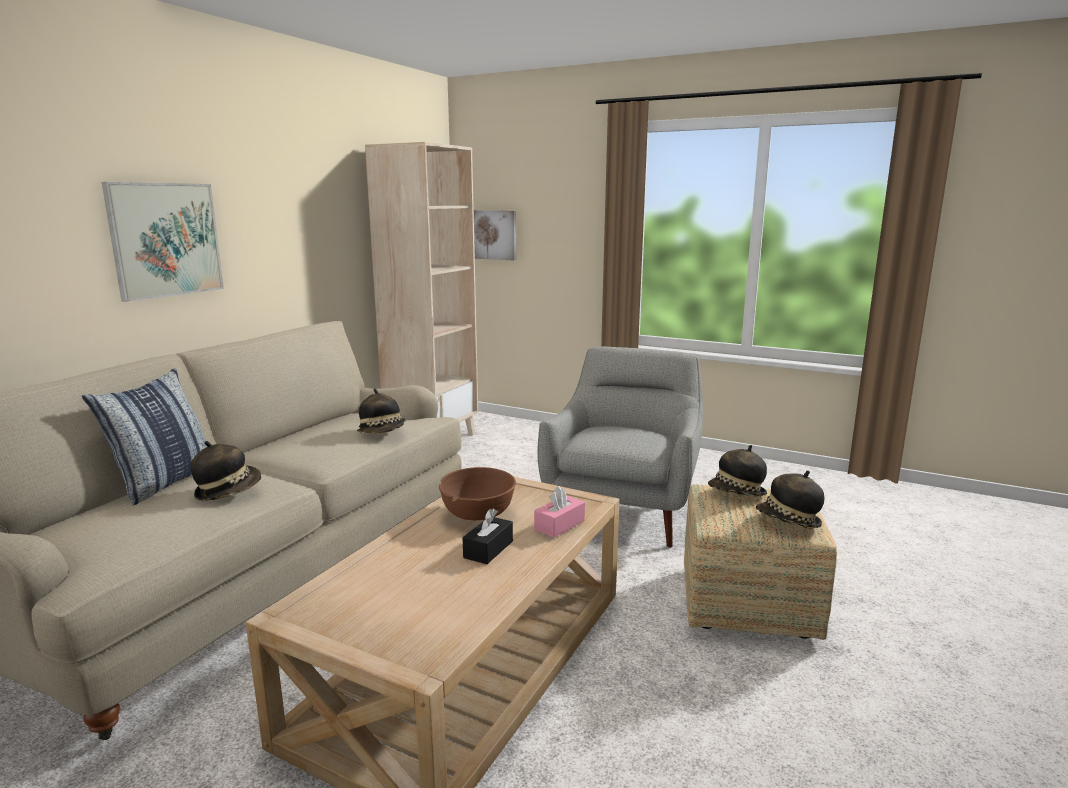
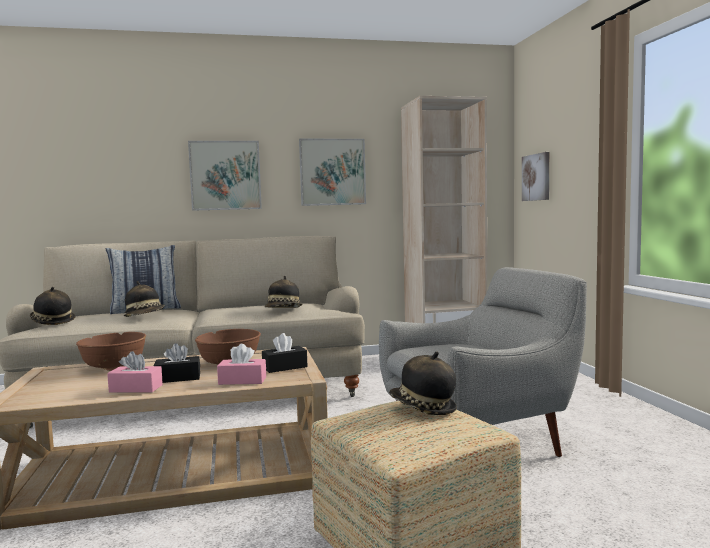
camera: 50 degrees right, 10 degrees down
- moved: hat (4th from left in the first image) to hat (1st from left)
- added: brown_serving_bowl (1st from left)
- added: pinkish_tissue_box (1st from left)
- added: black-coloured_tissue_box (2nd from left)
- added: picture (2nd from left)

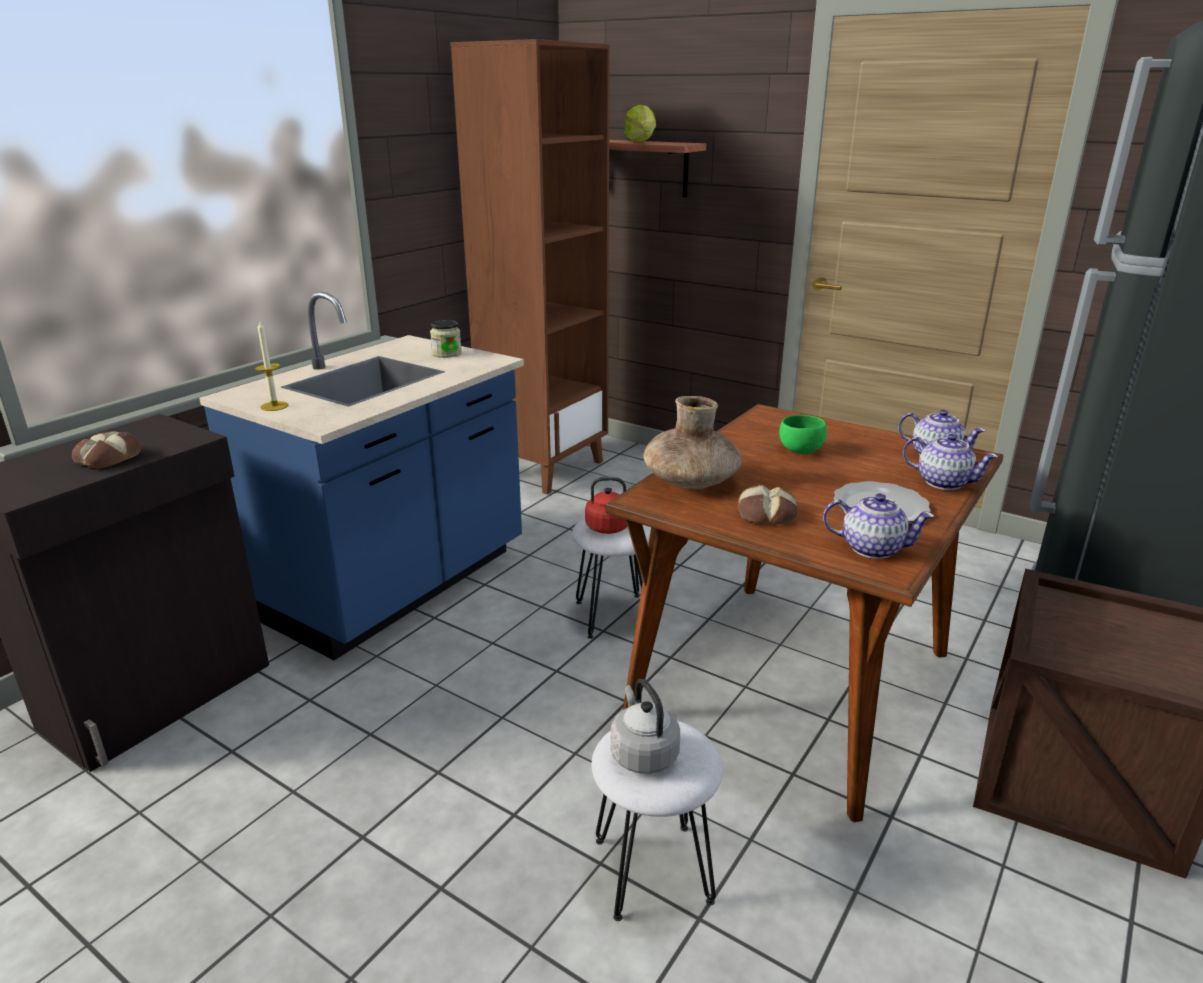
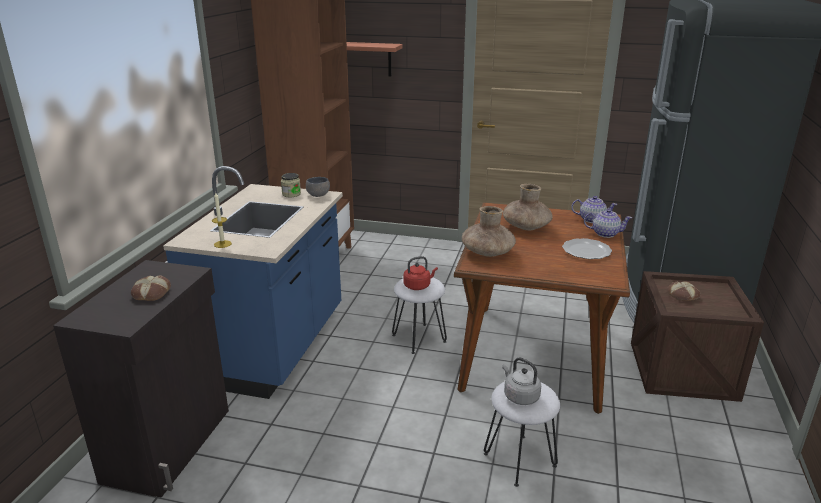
camera: 20 degrees left, 0 degrees up
- removed: lettuce_head
- moved: bread (2nd from left)
- replaced: green-coloured_serving_bowl to brown_flower_vase (2nd from left)
- removed: tea_pot (1st from left)
- added: greyish_serving_bowl

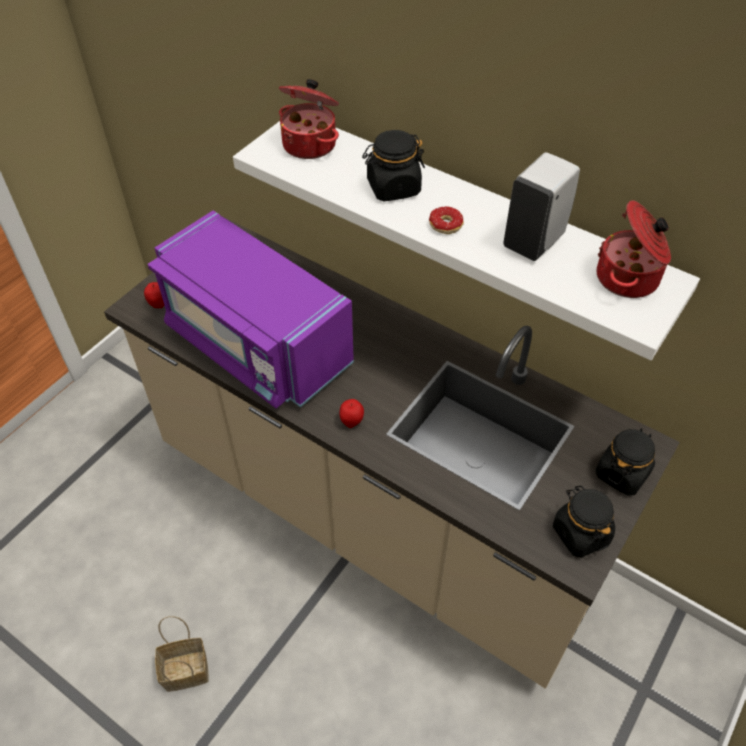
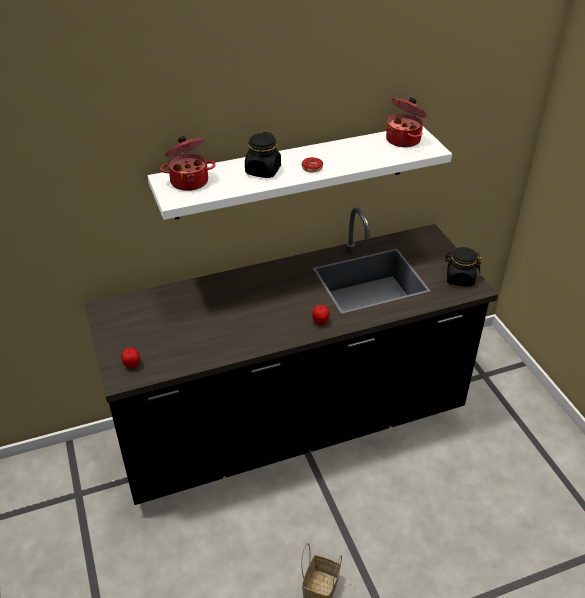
camera: 55 degrees left, 10 degrees down
- recoloured: beige-coloured_kitchen_base_unit to black-coloured_kitchen_base_unit
- removed: purple-coloured_microwave
- removed: whitish_soap_dispenser
- removed: black-coloured_storage_jar (3rd from left)

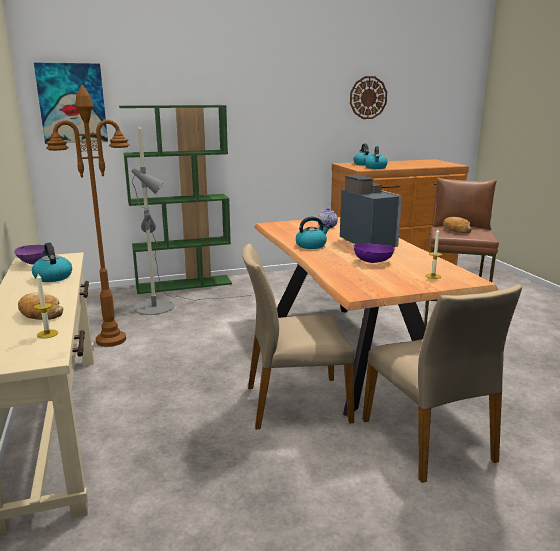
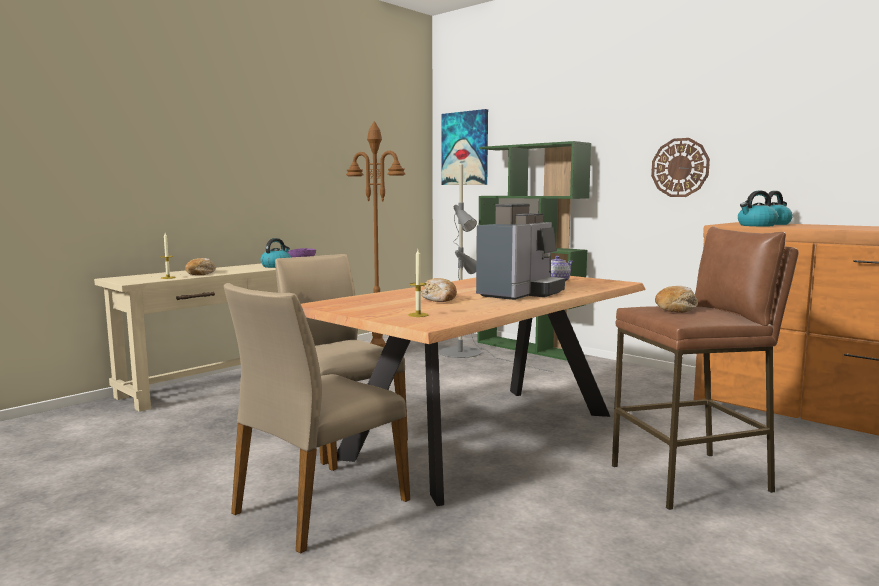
camera: 60 degrees right, 10 degrees down
- removed: tea_kettle (2nd from left)
- moved: hanging_clock
- replaced: purple-coloured_serving_bowl (2nd from left) to bread (2nd from left)

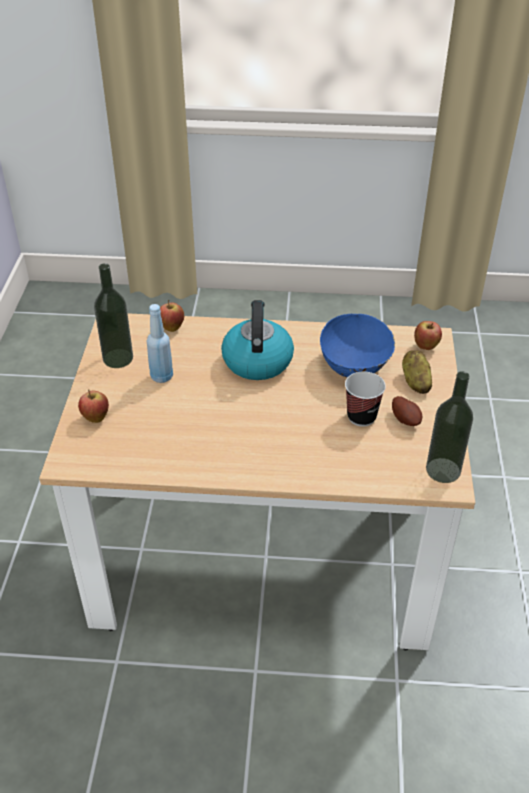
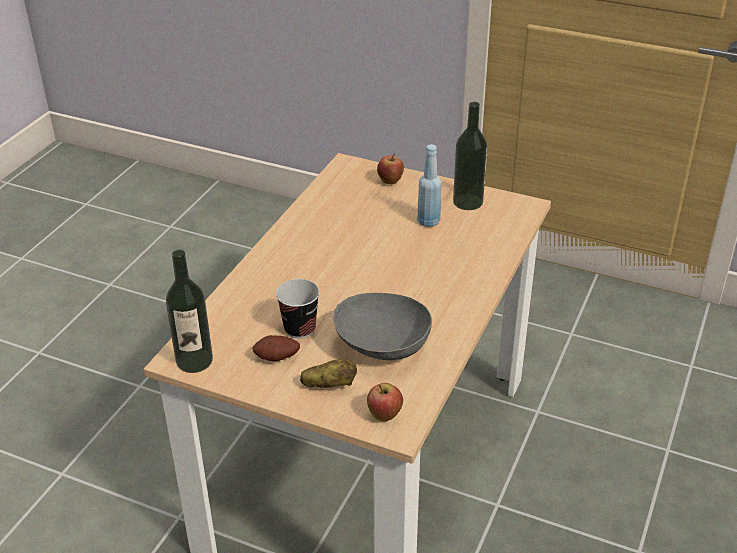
camera: 110 degrees right, 5 degrees down
- removed: apple (2nd from left)
- removed: tea_kettle
- recoloured: blue-coloured_serving_bowl to greyish_serving_bowl

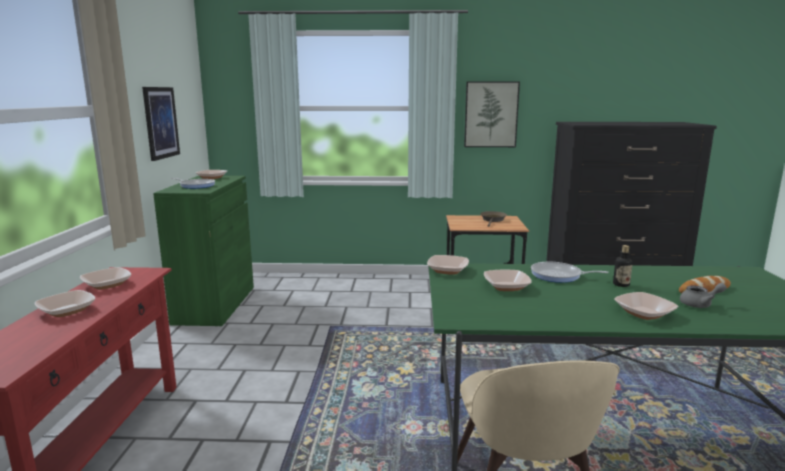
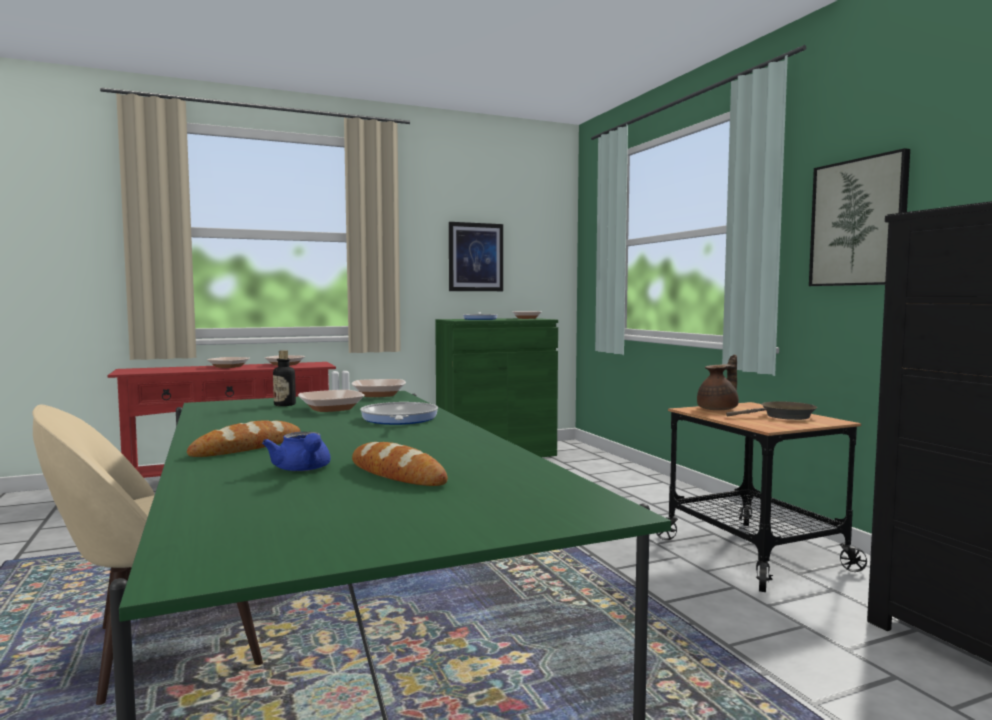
camera: 65 degrees right, 10 degrees down
- moved: beverage_bottle
- replaced: serving_bowl (6th from left) to bread (1st from left)
- recoloured: greyish_tea_pot to blue-coloured_tea_pot
- added: brown_tea_pot

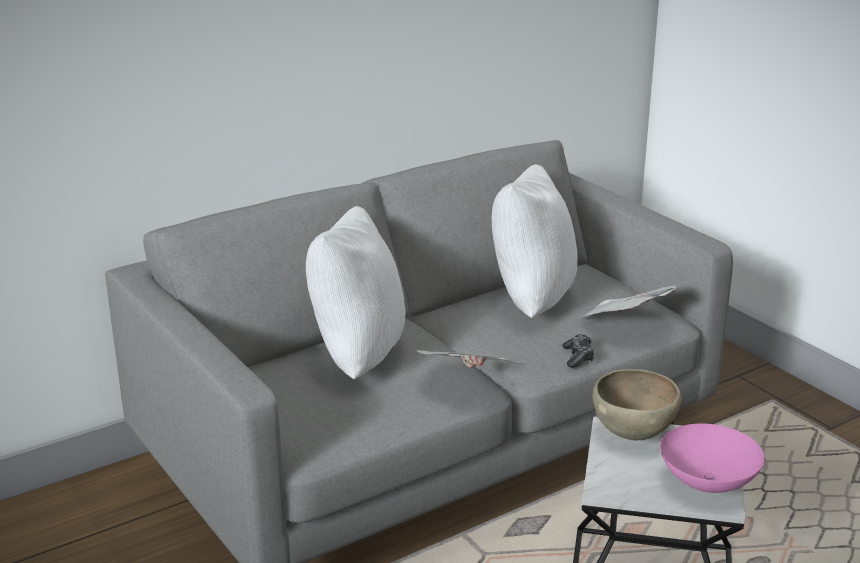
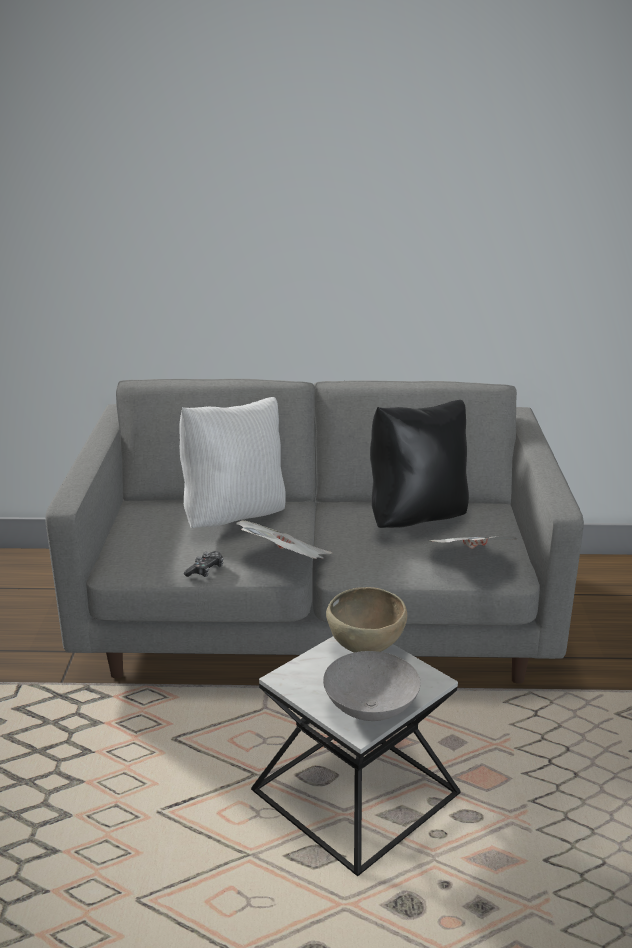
camera: 35 degrees right, 0 degrees up
- recoloured: whitish_throw_pillow (2nd from left) to black-coloured_throw_pillow
- moved: joypad
- recoloured: pinkish_serving_bowl to greyish_serving_bowl

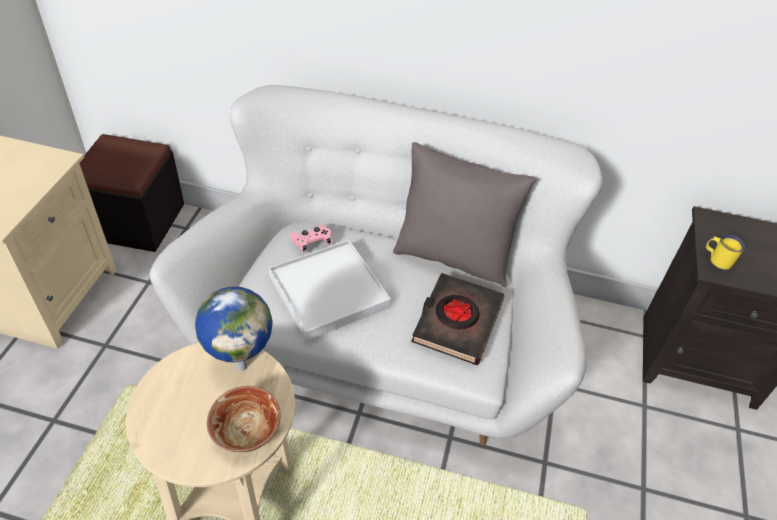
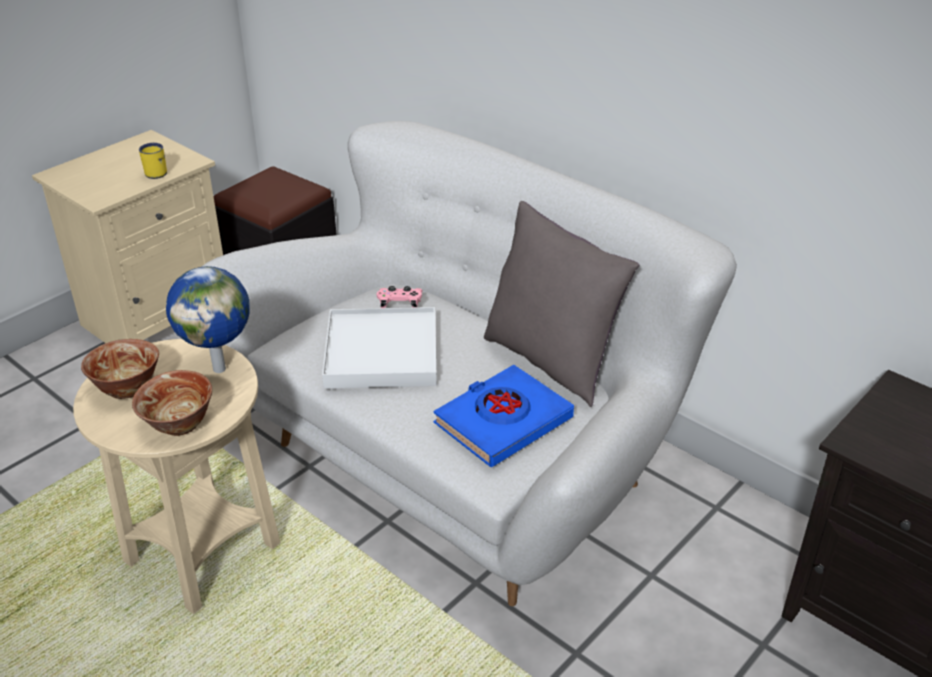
camera: 30 degrees right, 10 degrees down
- recoloured: black-coloured_book to blue-coloured_book
- moved: yellowish_coffee_mug
- added: serving_bowl (1st from left)

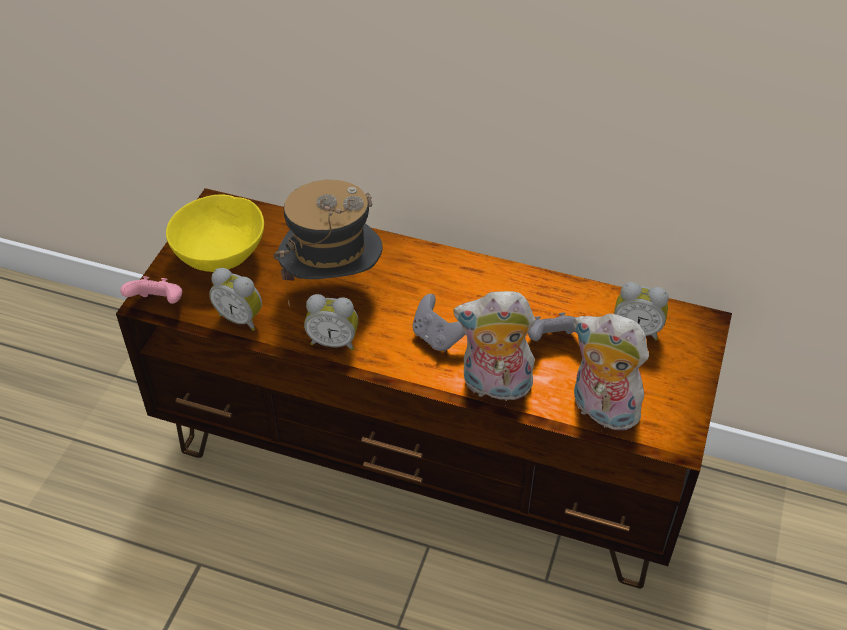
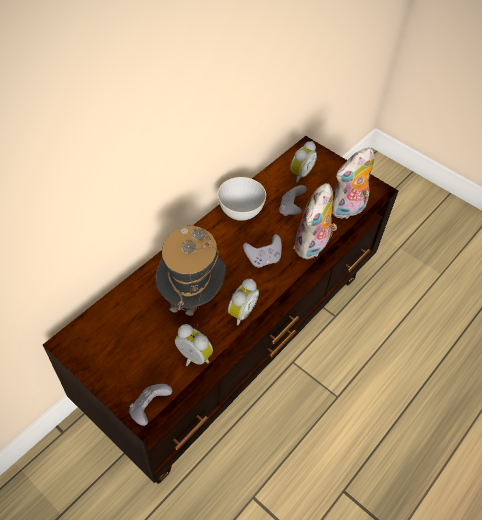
camera: 70 degrees left, 5 degrees up
- recoloured: pinkish_joypad to greyish_joypad (1st from left)
- removed: yellowish_serving_bowl
- turned: bedside_clock (1st from left) 105 degrees counterclockwise
- added: greyish_serving_bowl

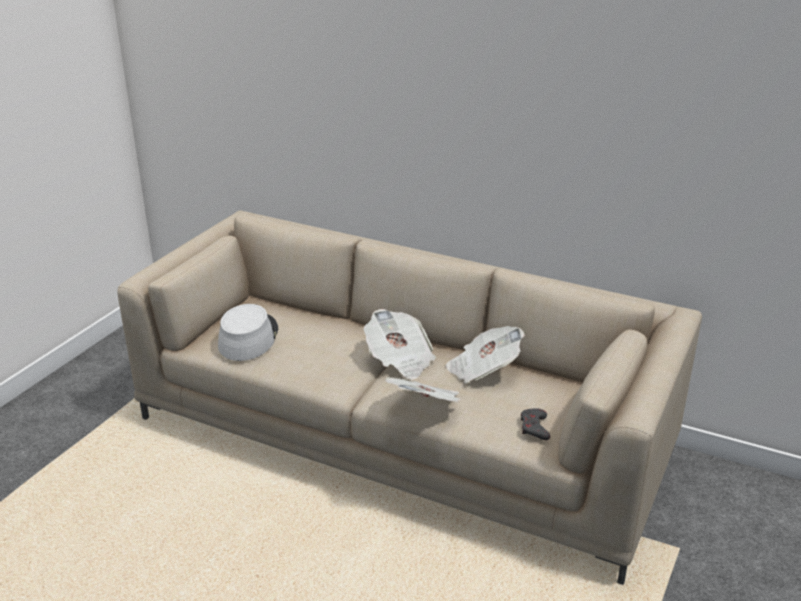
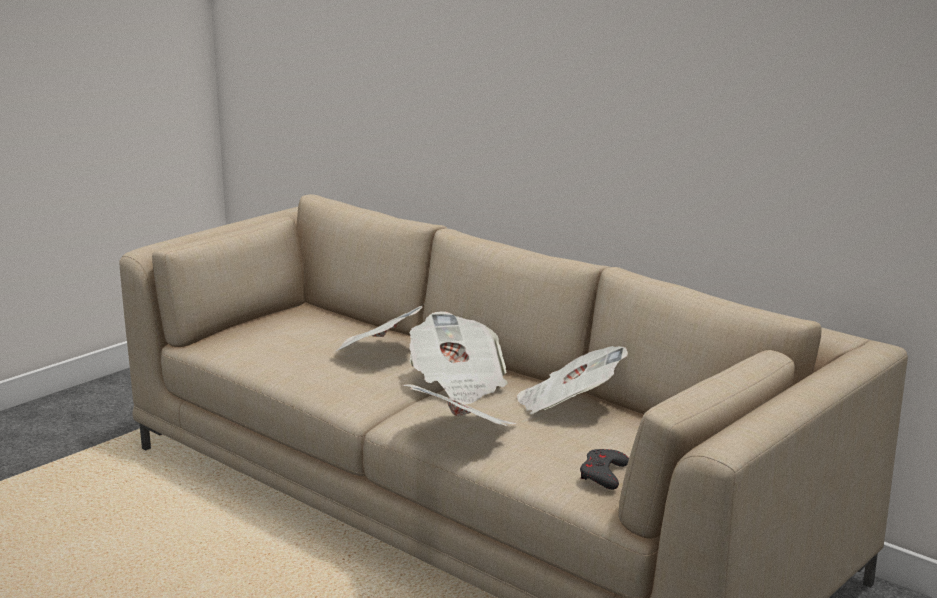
camera: 15 degrees right, 10 degrees down
- removed: greyish_hat
- added: newspaper (1st from left)

